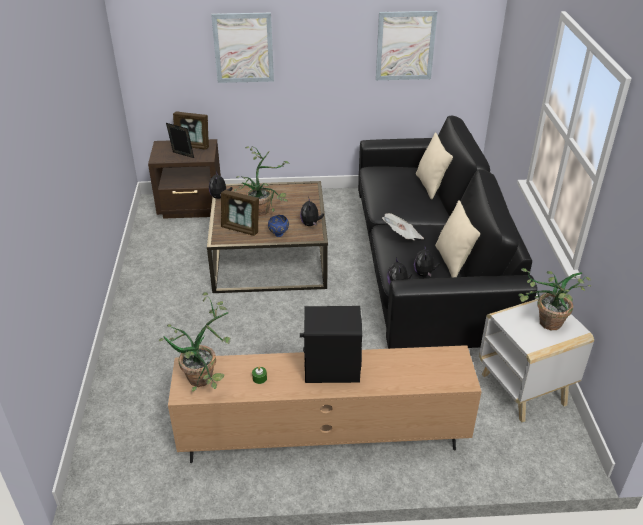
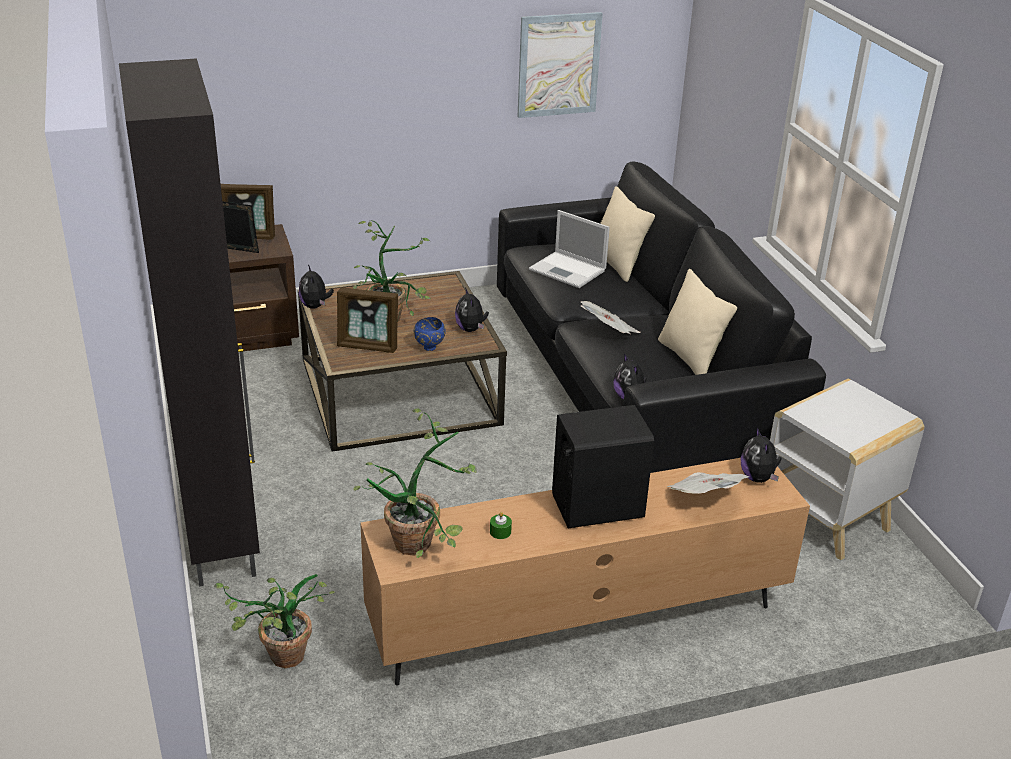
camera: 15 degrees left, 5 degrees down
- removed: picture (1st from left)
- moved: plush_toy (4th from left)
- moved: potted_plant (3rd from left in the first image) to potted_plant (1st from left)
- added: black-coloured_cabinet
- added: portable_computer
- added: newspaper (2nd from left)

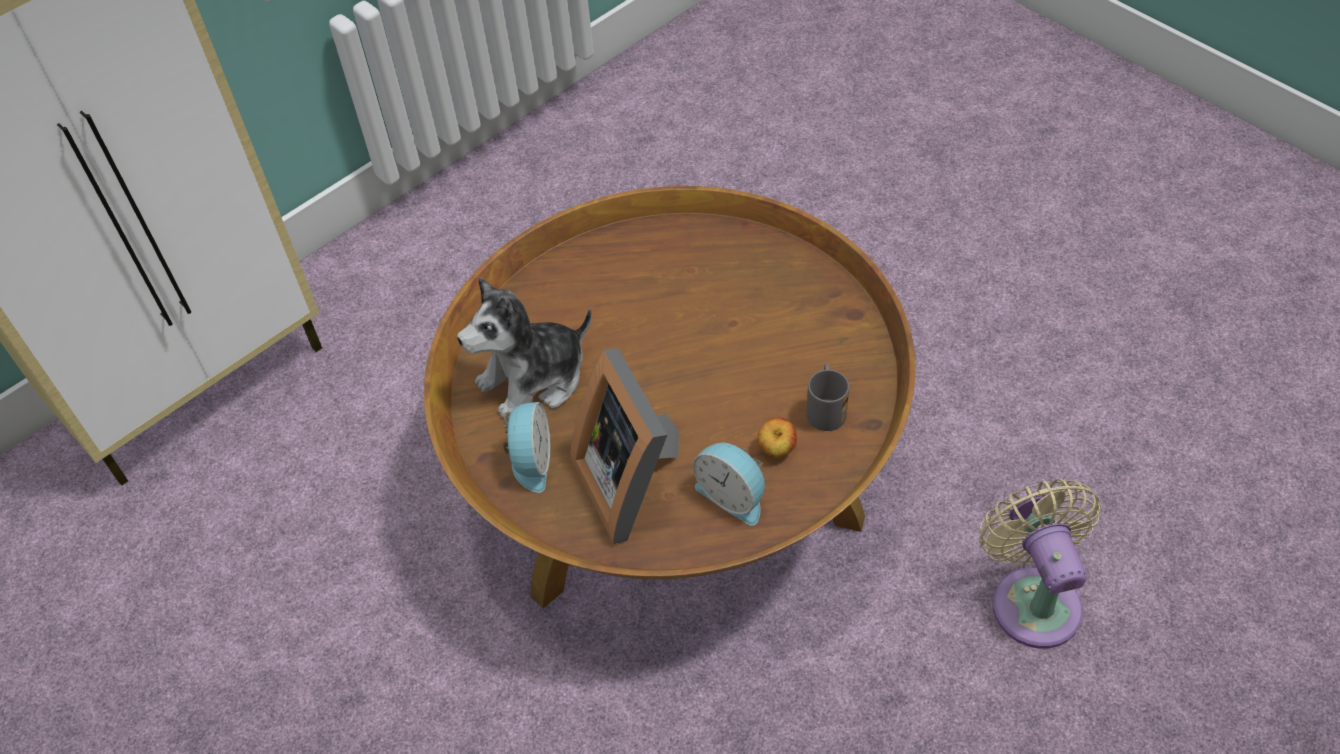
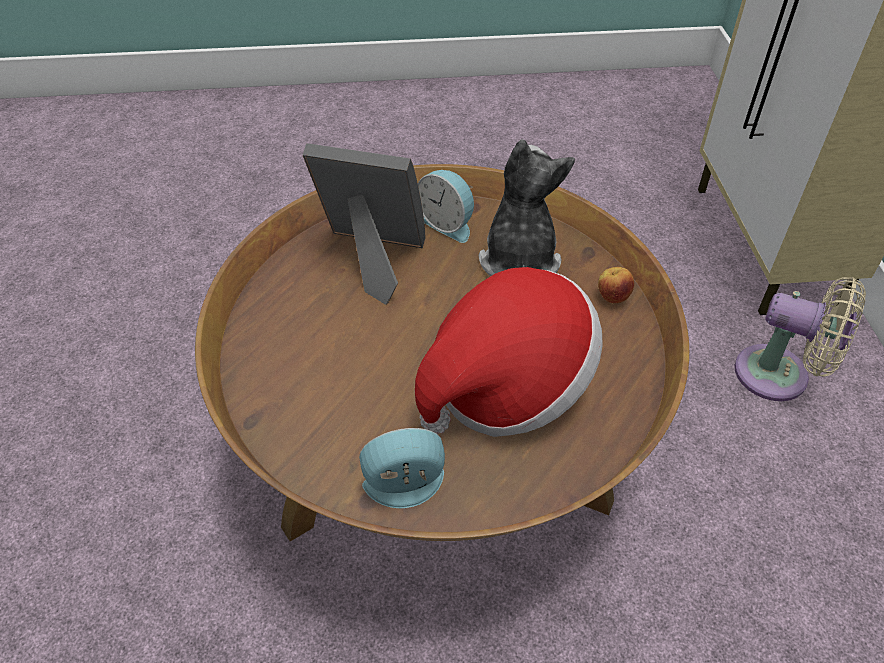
camera: 125 degrees right, 5 degrees down
- moved: bedside_clock (2nd from left in the first image) to bedside_clock (1st from left)
- moved: apple
- removed: greyish_coffee_mug
- moved: beige-coloured_electric_fan
- added: hat

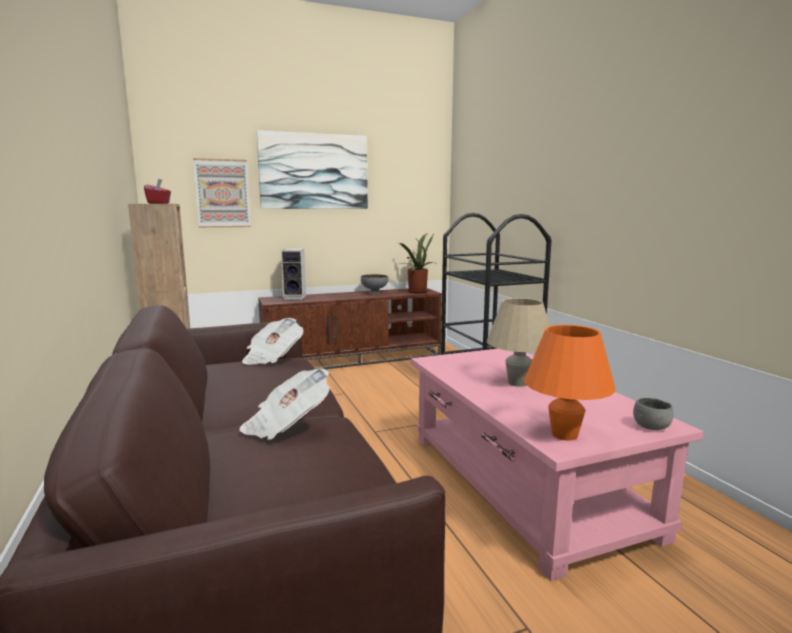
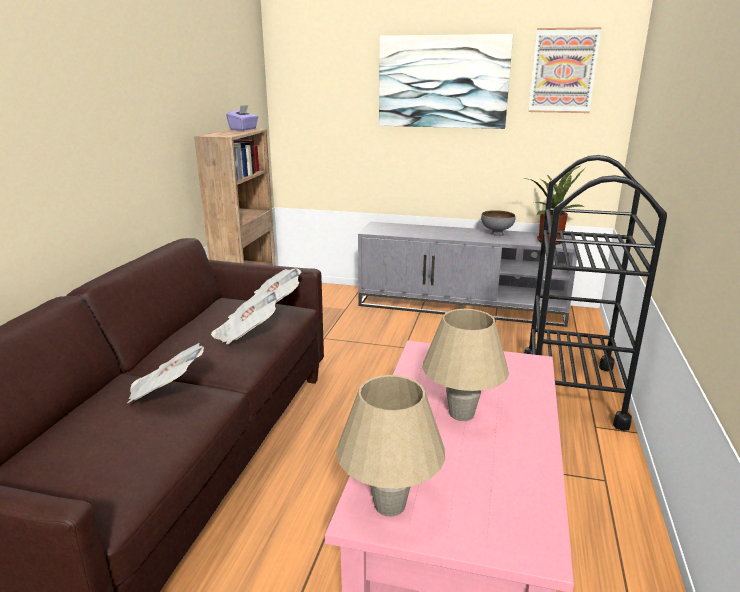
camera: 35 degrees right, 10 degrees up
- recoloured: reddish_tissue_box to purple-coloured_tissue_box
- moved: picture (1st from left in the first image) to picture (2nd from left)
- recoloured: brown_tv_stand to greyish_tv_stand
- removed: loudspeaker
- recoloured: orange-coloured_lamp_for_a_table to beige-coloured_lamp_for_a_table (1st from left)
- removed: greyish_serving_bowl (2nd from left)
- added: newspaper (2nd from left)

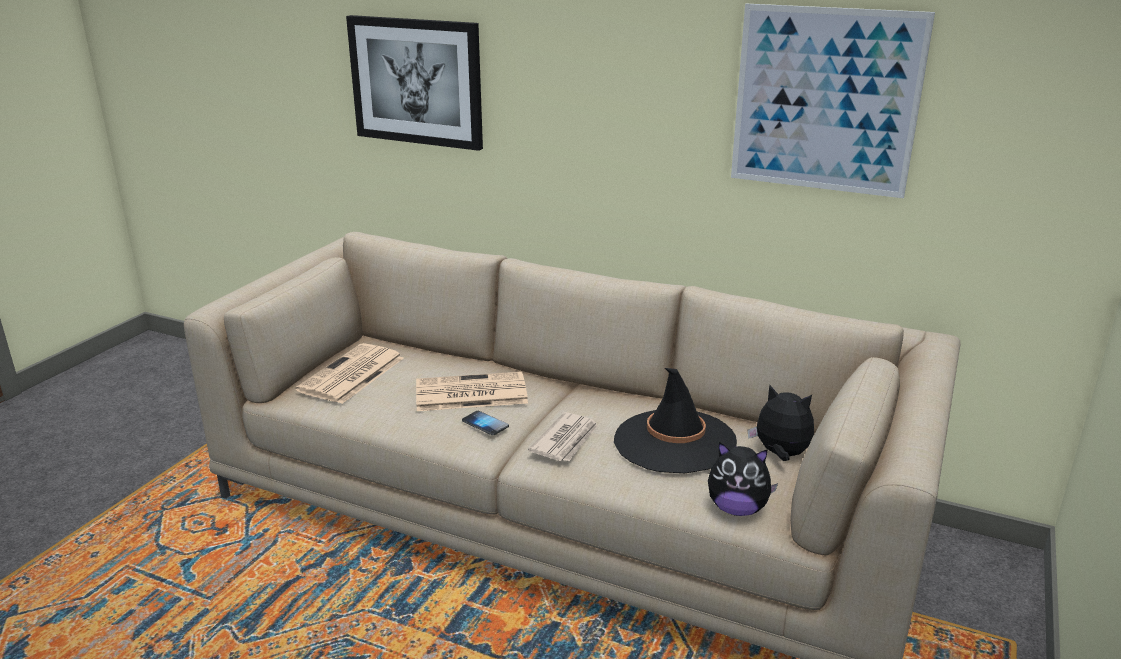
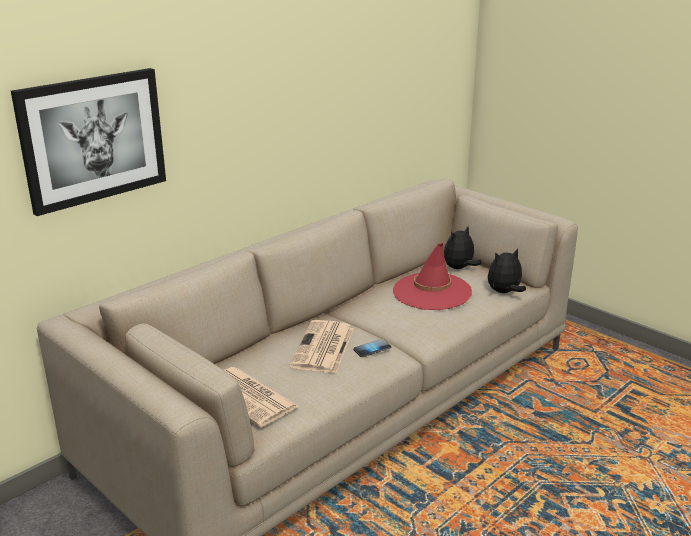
camera: 70 degrees left, 0 degrees up
- removed: newspaper (3rd from left)
- recoloured: black-coloured_hat to reddish_hat
- turned: plush_toy (1st from left in the first image) 150 degrees counterclockwise
- removed: picture (2nd from left)

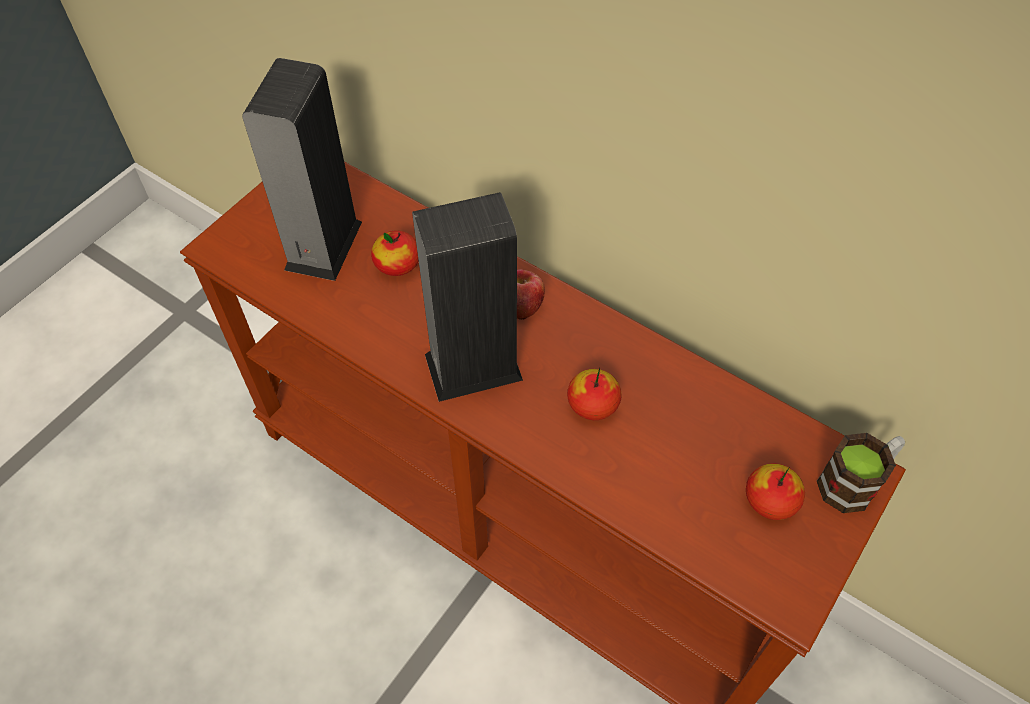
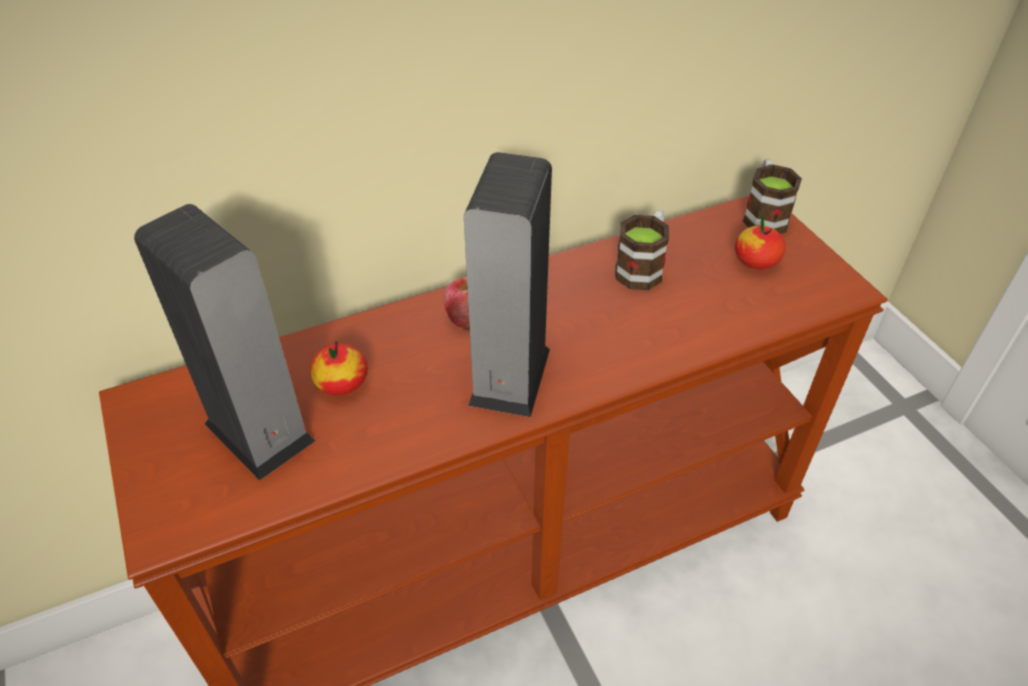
camera: 60 degrees left, 10 degrees down
- removed: apple (3rd from left)
- added: coffee_mug (1st from left)

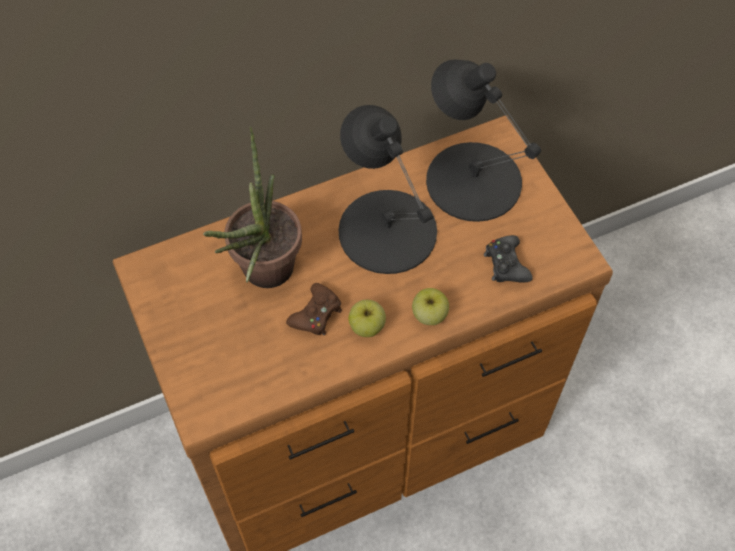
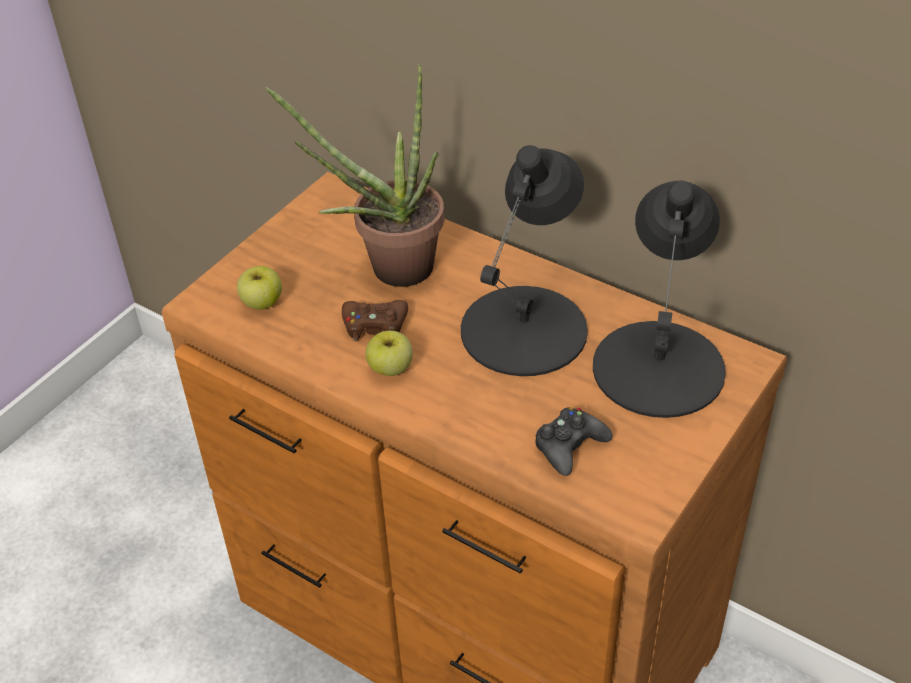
camera: 60 degrees right, 15 degrees down
- moved: apple (2nd from left in the first image) to apple (1st from left)

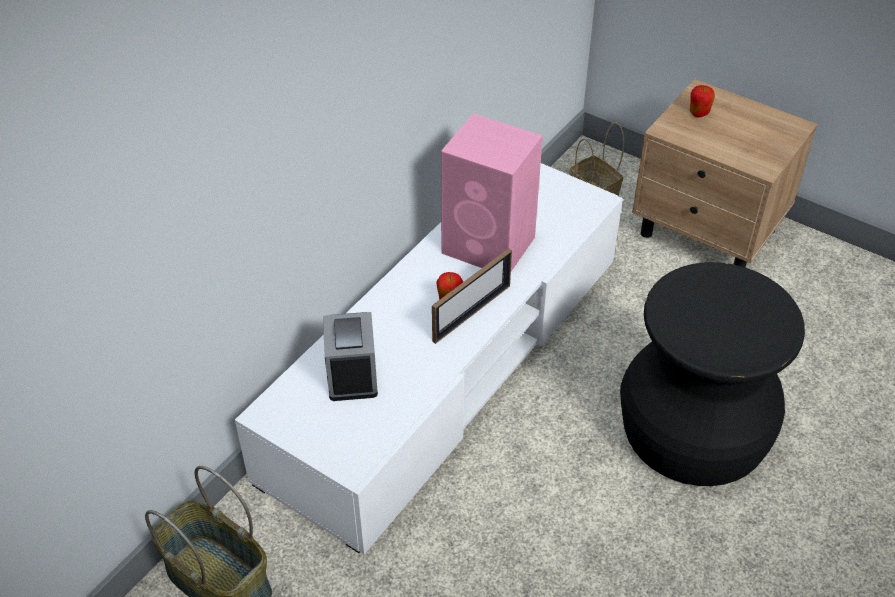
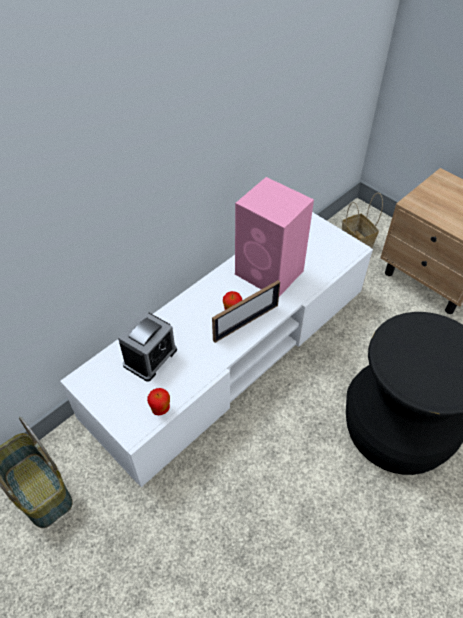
camera: 10 degrees right, 5 degrees up
- turned: bedside_clock 150 degrees counterclockwise
- moved: apple (2nd from left in the first image) to apple (1st from left)

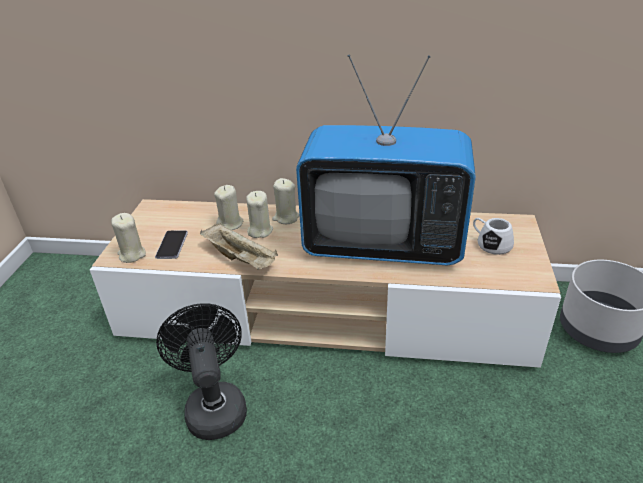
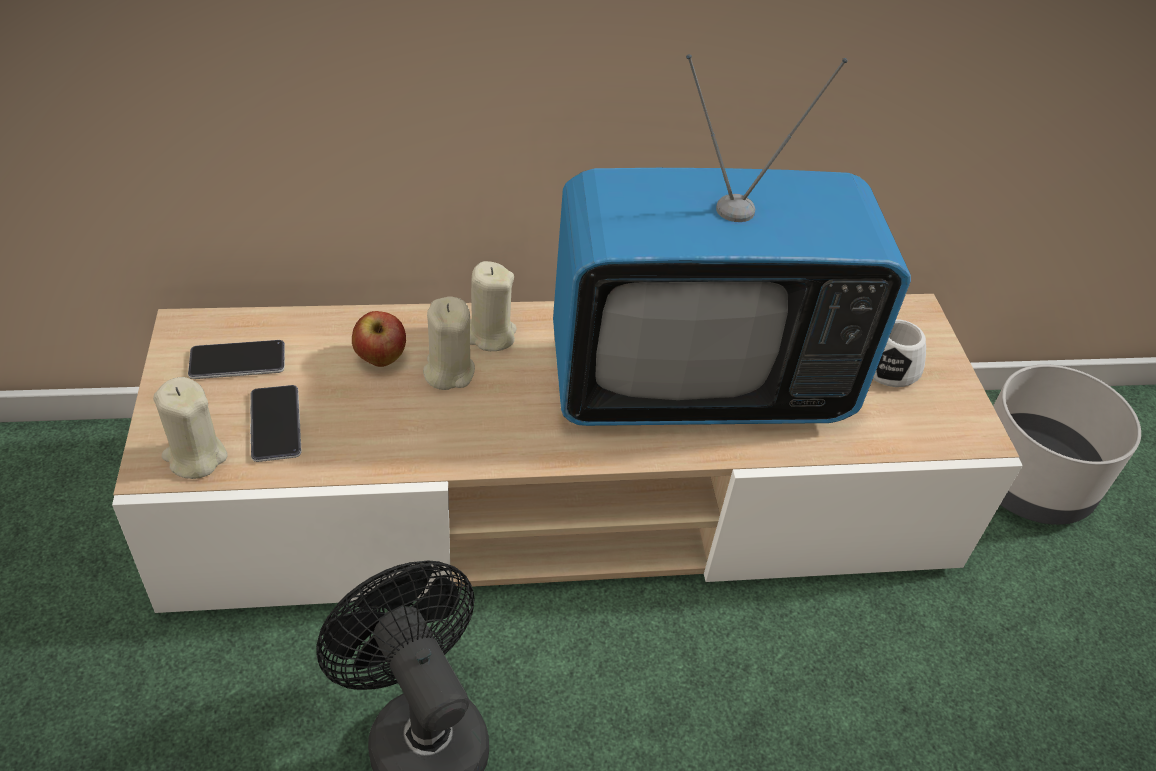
camera: 20 degrees left, 10 degrees up
- removed: beige-coloured_carrying_tray
- replaced: beige-coloured_wax_light (2nd from left) to apple
- added: handset (1st from left)

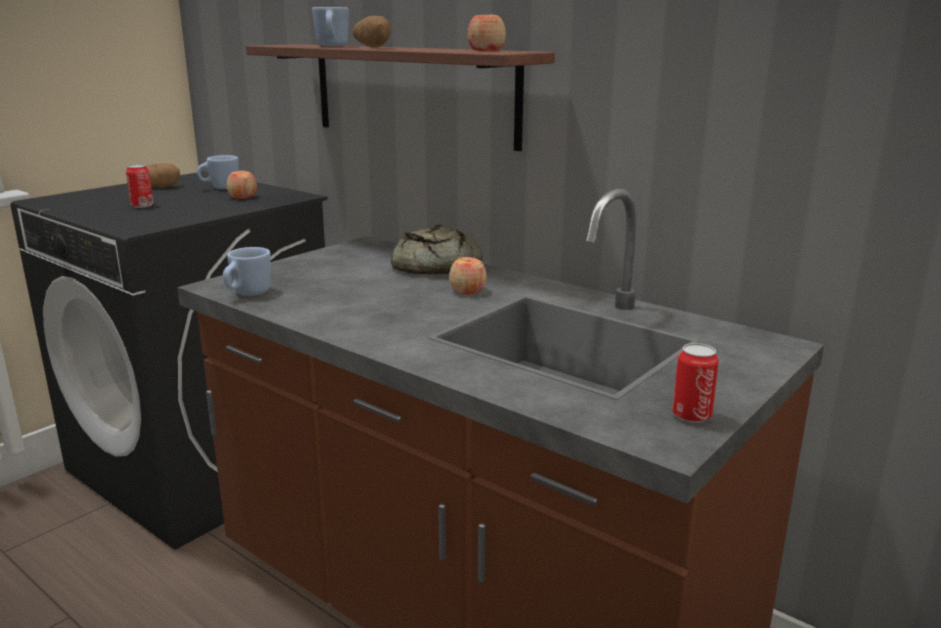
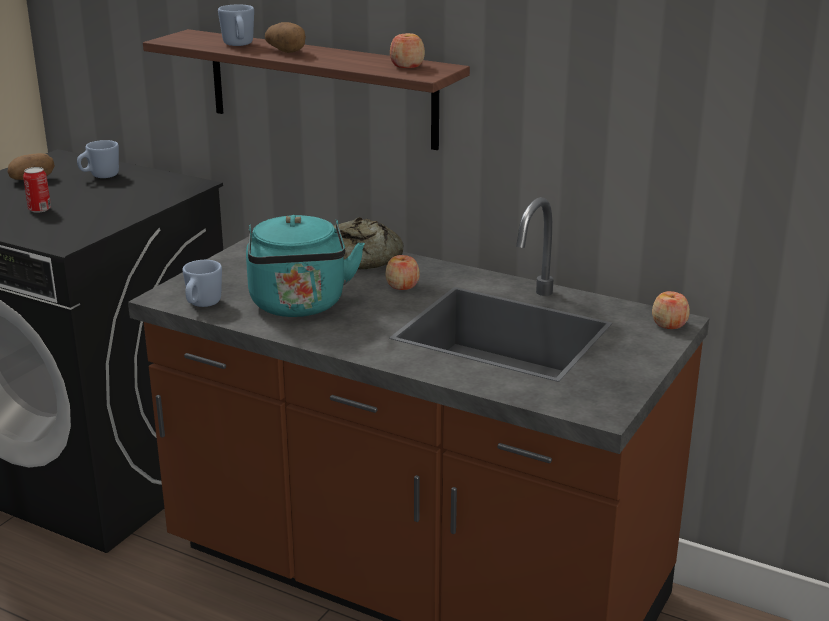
camera: 10 degrees left, 5 degrees up
- moved: apple (1st from left in the first image) to apple (3rd from left)
- removed: metal_can (2nd from left)
- added: blue-green_tea_kettle

